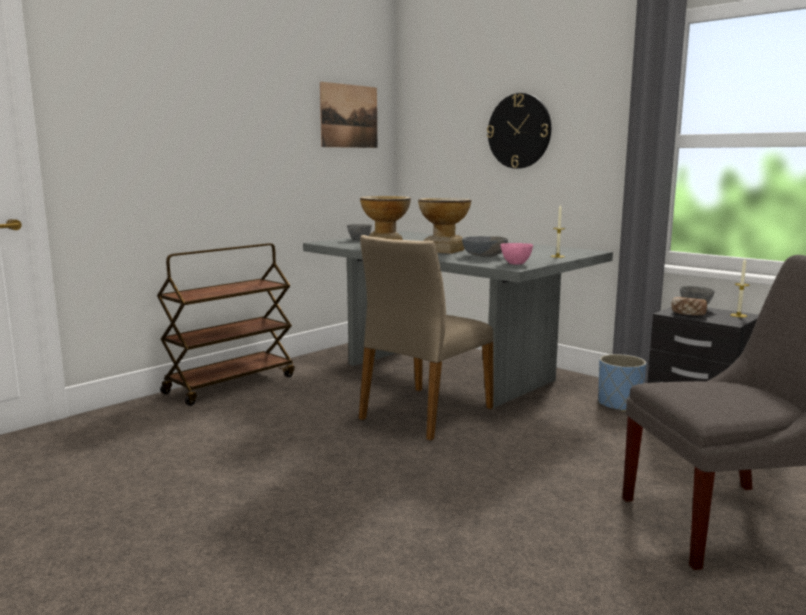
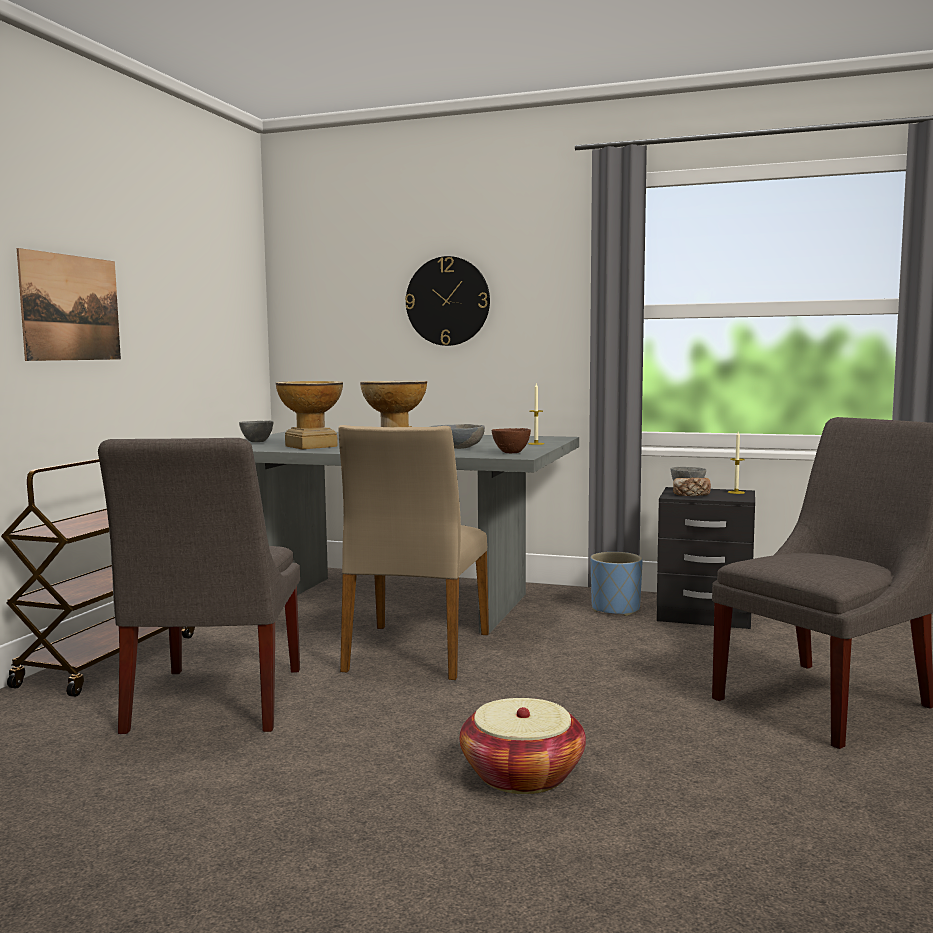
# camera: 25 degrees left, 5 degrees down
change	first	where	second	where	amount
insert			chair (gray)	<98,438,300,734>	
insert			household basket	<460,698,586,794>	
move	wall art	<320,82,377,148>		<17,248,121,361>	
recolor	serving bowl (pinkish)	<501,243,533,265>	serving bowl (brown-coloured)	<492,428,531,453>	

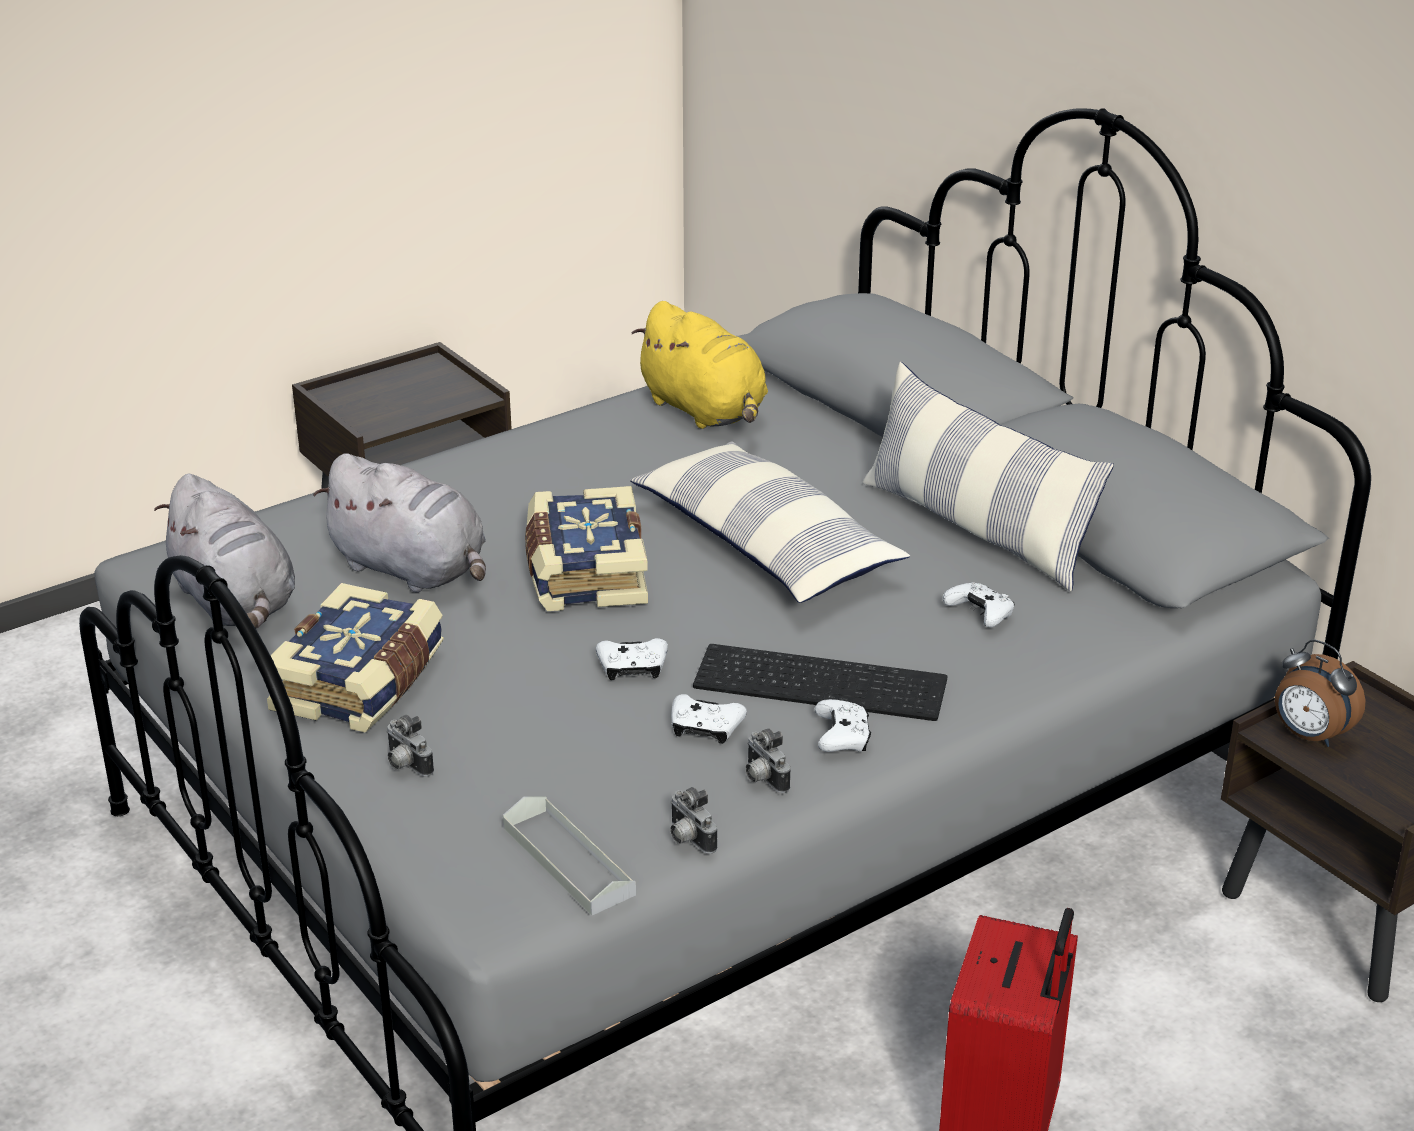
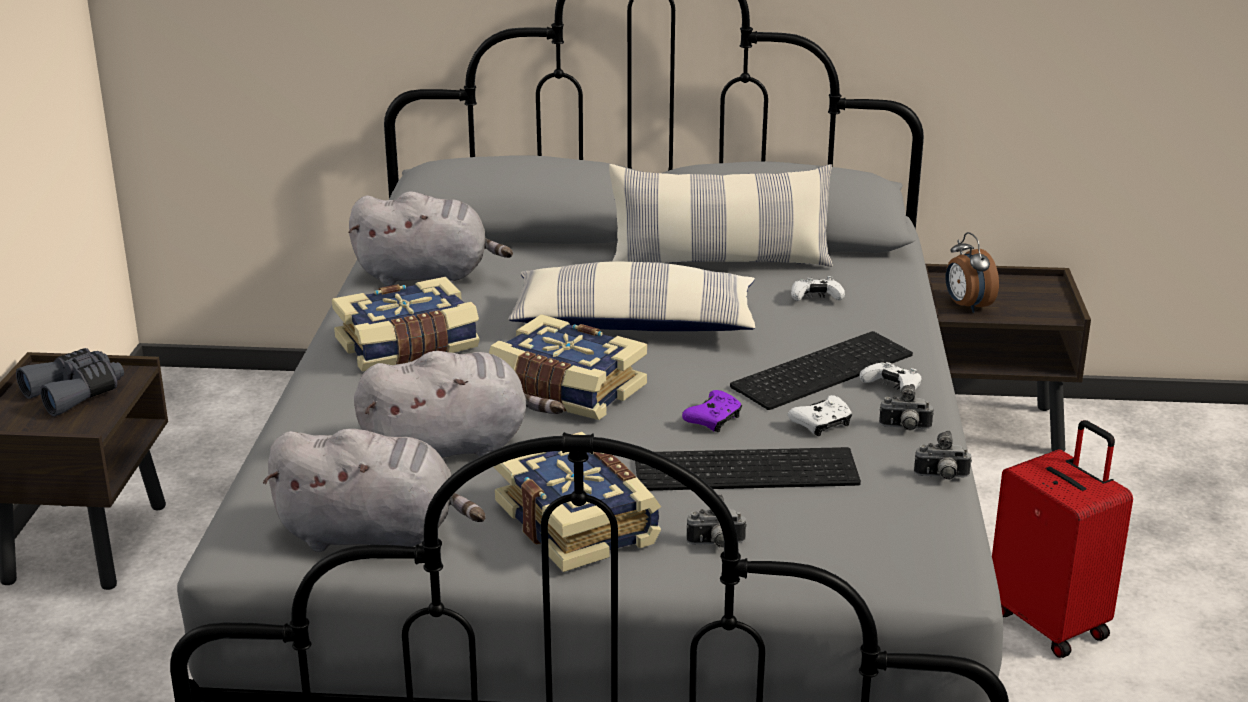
# camera: 50 degrees left, 5 degrees down
change	first	where	second	where	amount
delete	carrying tray (gray)	<503,796,636,915>			
insert			pair of binoculars (gray)	<16,348,124,416>	
insert			book	<332,277,480,371>	
insert			keyboard	<635,447,861,491>	
recolor	game controller (whitish)	<596,638,668,680>	game controller (purplish)	<682,390,742,432>	
recolor	plush toy (yellow-coloured)	<632,301,768,429>	plush toy (gray)	<348,191,513,286>	
rotate	bedside clock	<1275,640,1365,747>		<946,232,999,313>	75 degrees clockwise

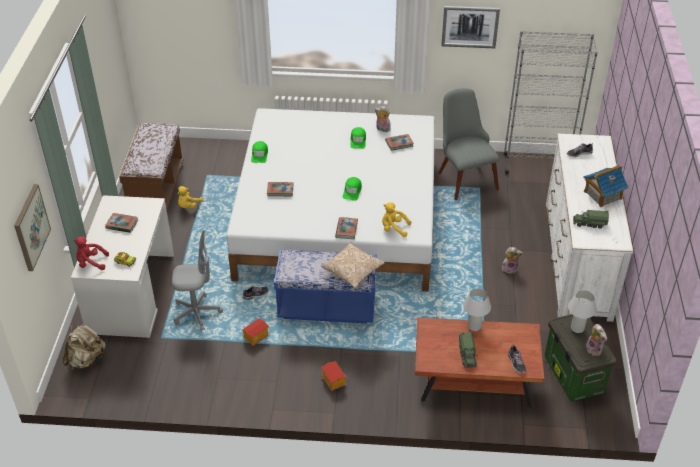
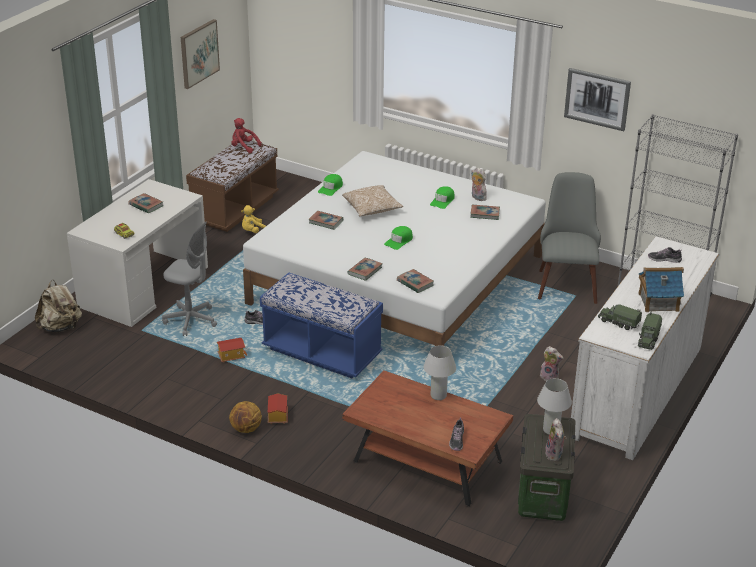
# camera: 25 degrees right, 10 degrees down
change	first	where	second	where	amount
insert			basketball	<229,401,262,433>	
move	wall art	<14,184,51,271>		<181,19,220,89>	
move	plush toy (reddish)	<74,236,109,270>		<231,118,262,153>	
move	throw pillow	<322,242,385,288>		<342,185,403,216>	
move	model truck	<459,332,477,368>		<638,312,662,350>	
replace	plush toy (yellow-coloured)	<382,202,411,237>	book	<397,269,434,293>	

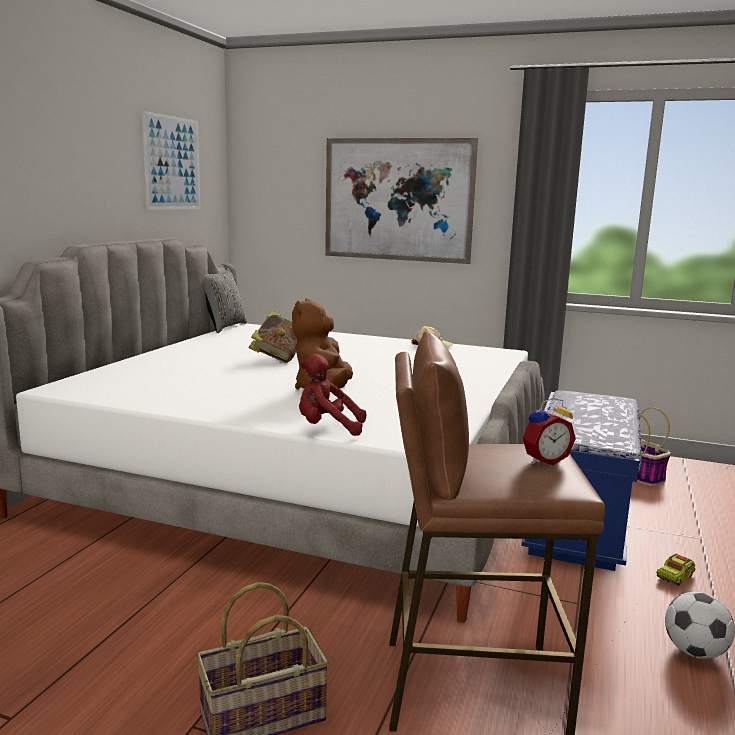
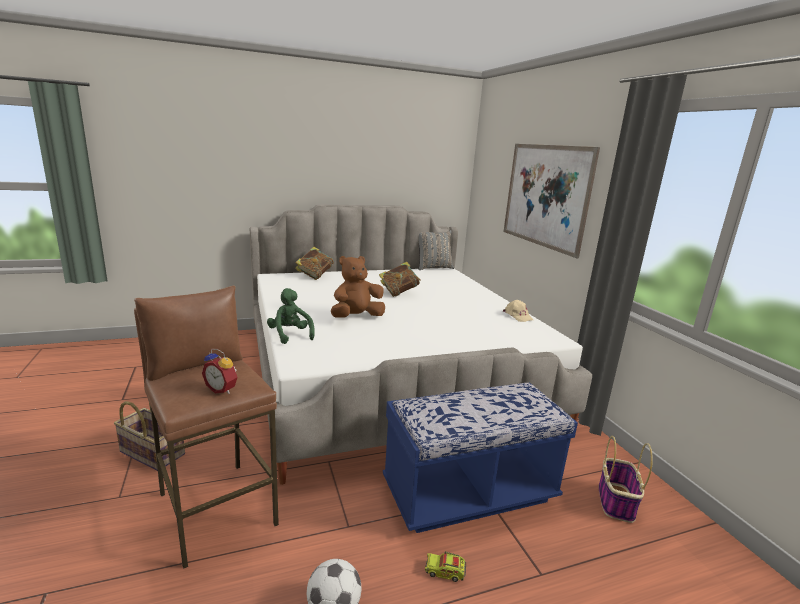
# camera: 50 degrees right, 5 degrees up
change	first	where	second	where	amount
delete	wall art	<142,111,201,210>			
insert			book	<295,247,334,280>	
recolor	plush toy (reddish)	<299,354,366,436>	plush toy (green-coloured)	<267,288,314,344>	

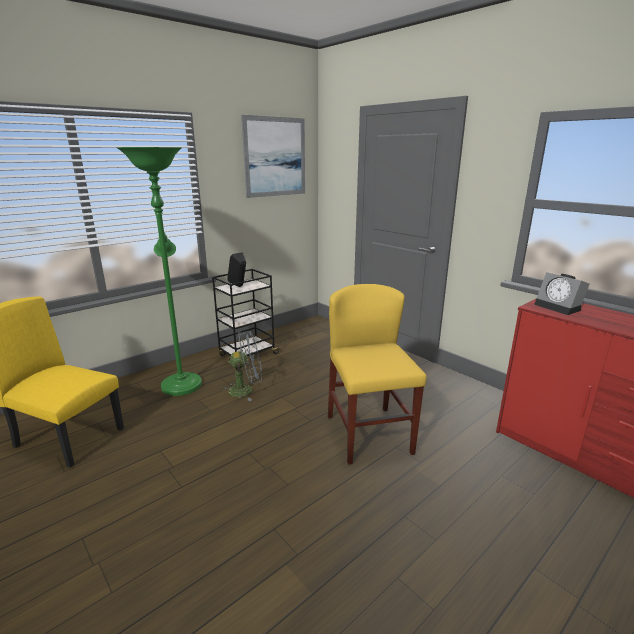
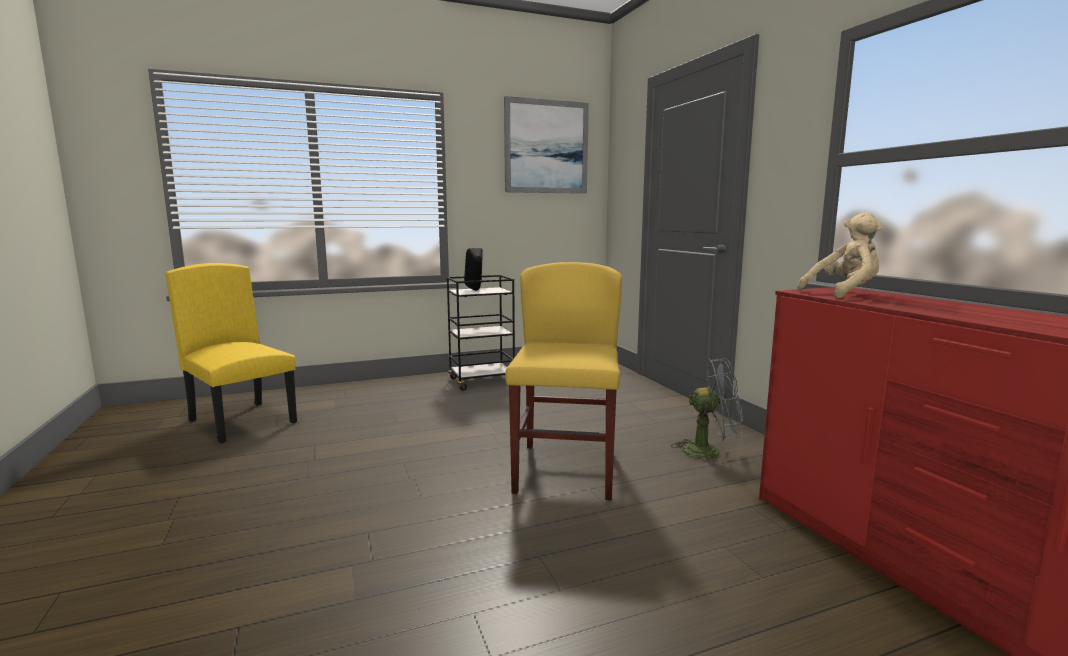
# camera: 20 degrees right, 10 degrees down
change	first	where	second	where	amount
delete	floor lamp (green-coloured)	<116,147,202,396>			
move	cooling fan (gray)	<222,331,262,401>		<671,358,743,466>	
replace	bedside clock	<534,272,590,315>	plush toy (sand-coloured)	<797,212,882,298>	

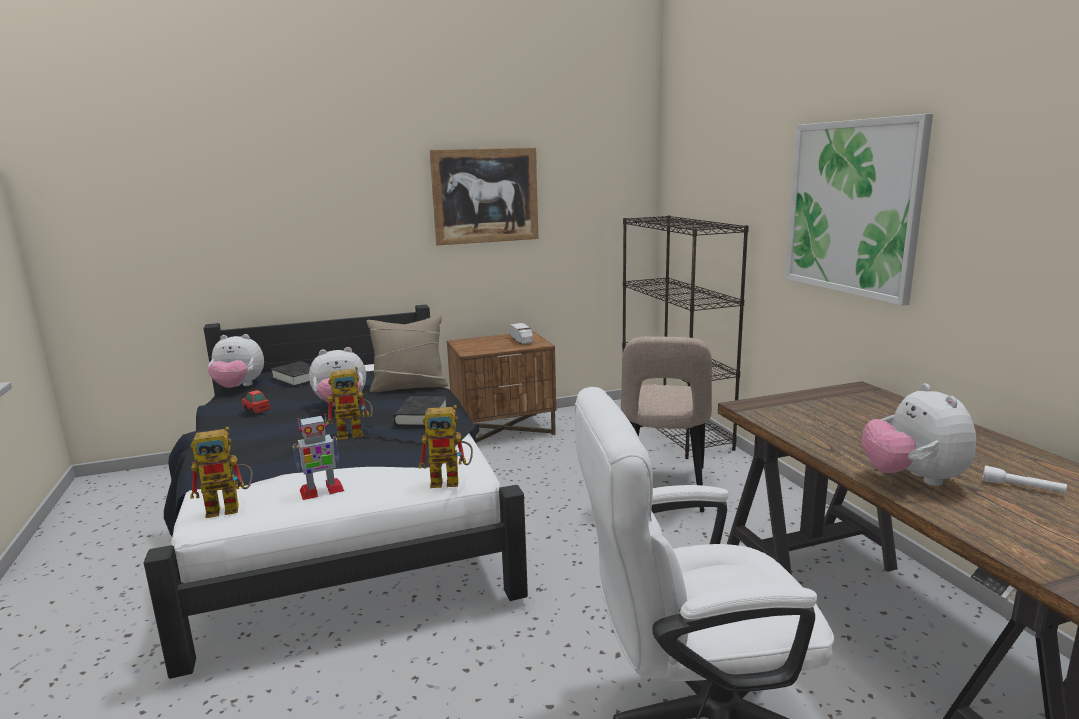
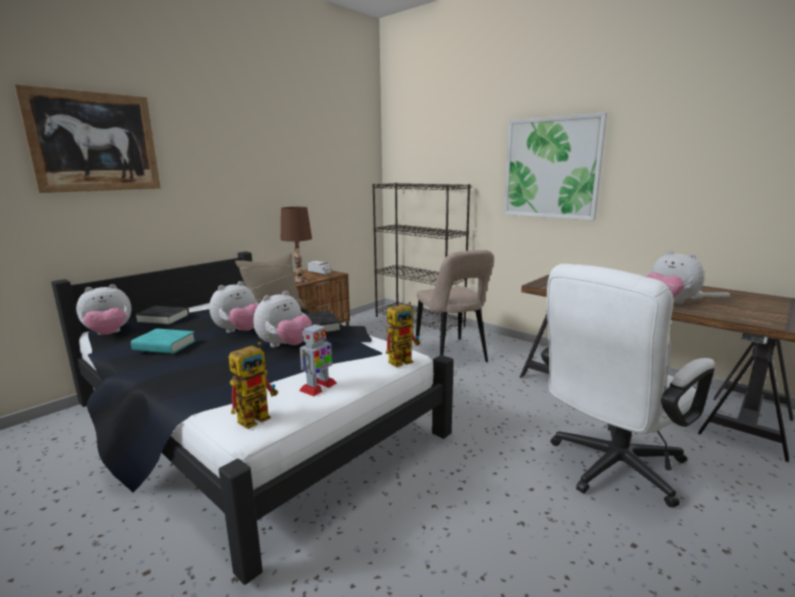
# camera: 30 degrees left, 0 degrees up
change	first	where	second	where	amount
insert			lamp for a table (brown-coloured)	<281,207,312,283>	
move	wall art	<430,148,538,245>		<14,84,161,193>	
replace	toy car	<242,390,270,414>	book (turquoise-coloured)	<131,328,196,354>	
replace	robot figure	<327,367,373,440>	plush toy	<253,291,312,347>	

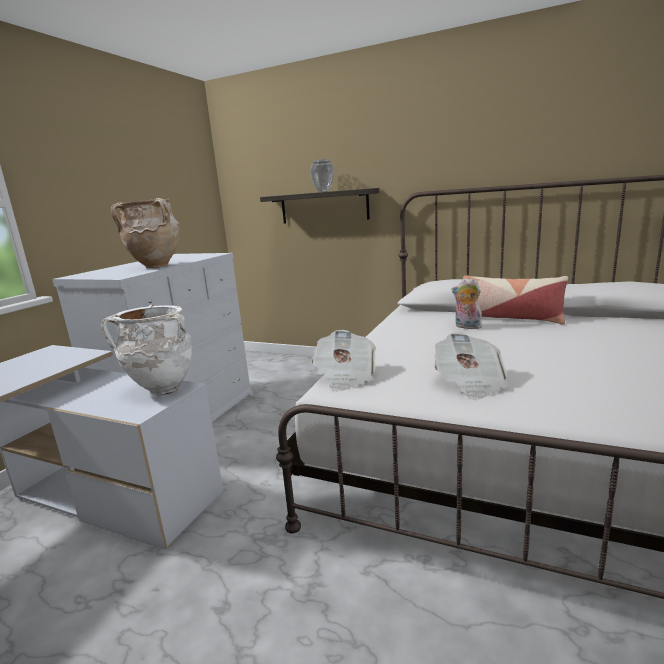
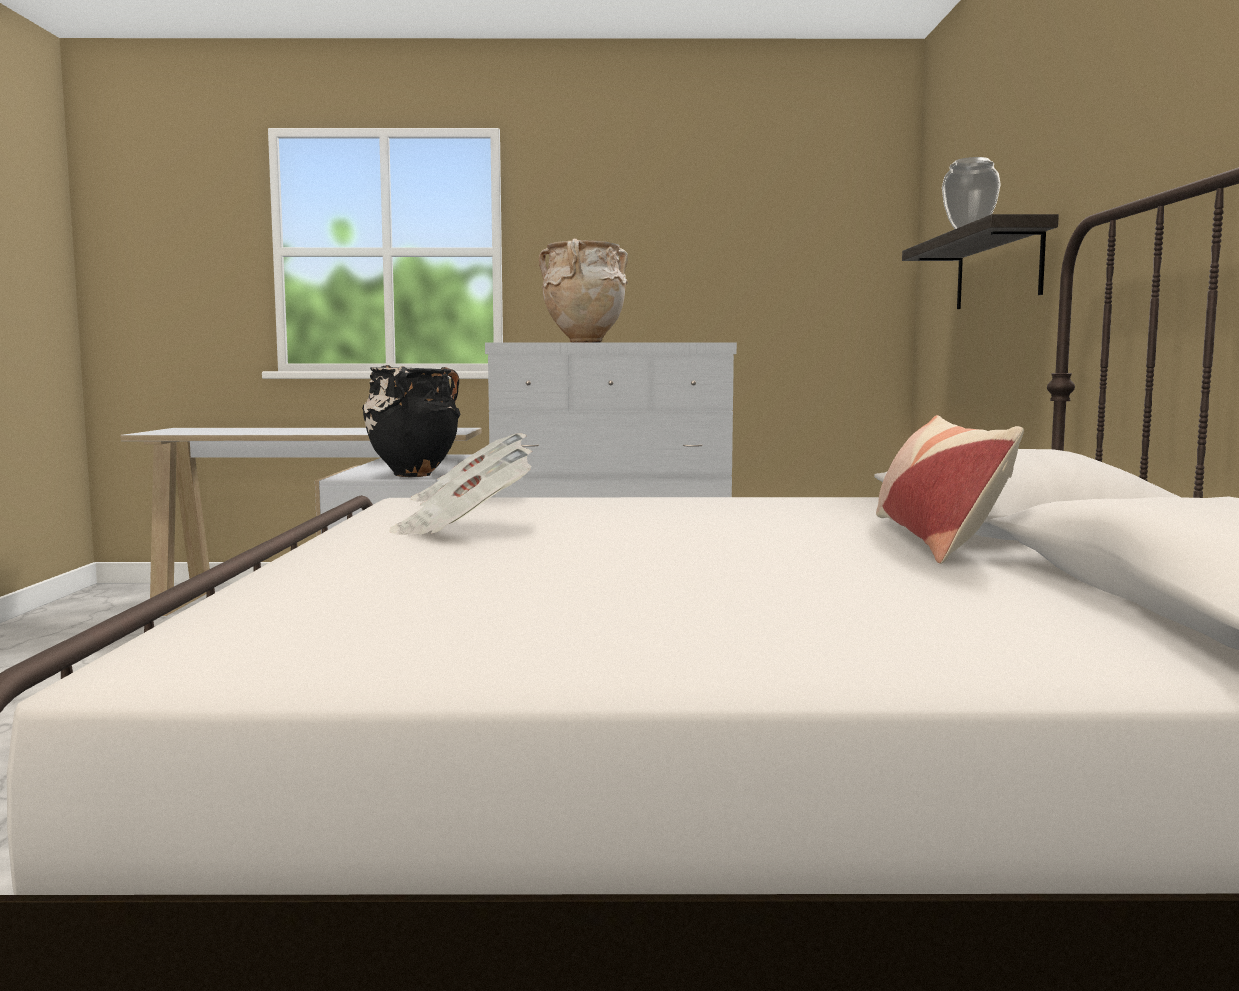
# camera: 65 degrees right, 10 degrees down
change	first	where	second	where	amount
delete	plush toy	<451,278,482,329>			
recolor	decorative vase (whitish)	<101,305,192,395>	decorative vase (black-coloured)	<362,365,460,477>	

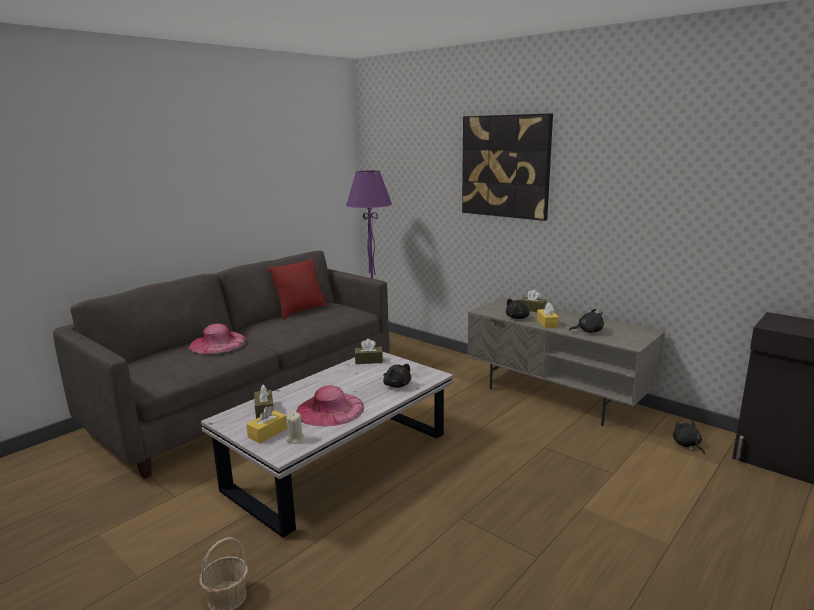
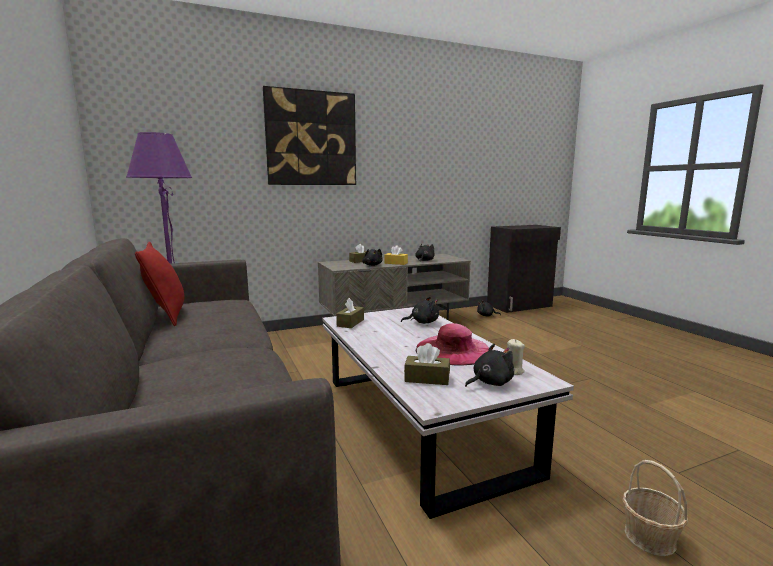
# camera: 65 degrees left, 5 degrees down
change	first	where	second	where	amount
delete	clothing hat (pinkish)	<189,323,247,354>			
replace	tissue box (yellow-coloured)	<246,406,287,443>	plush toy (black-coloured)	<465,344,514,387>	

